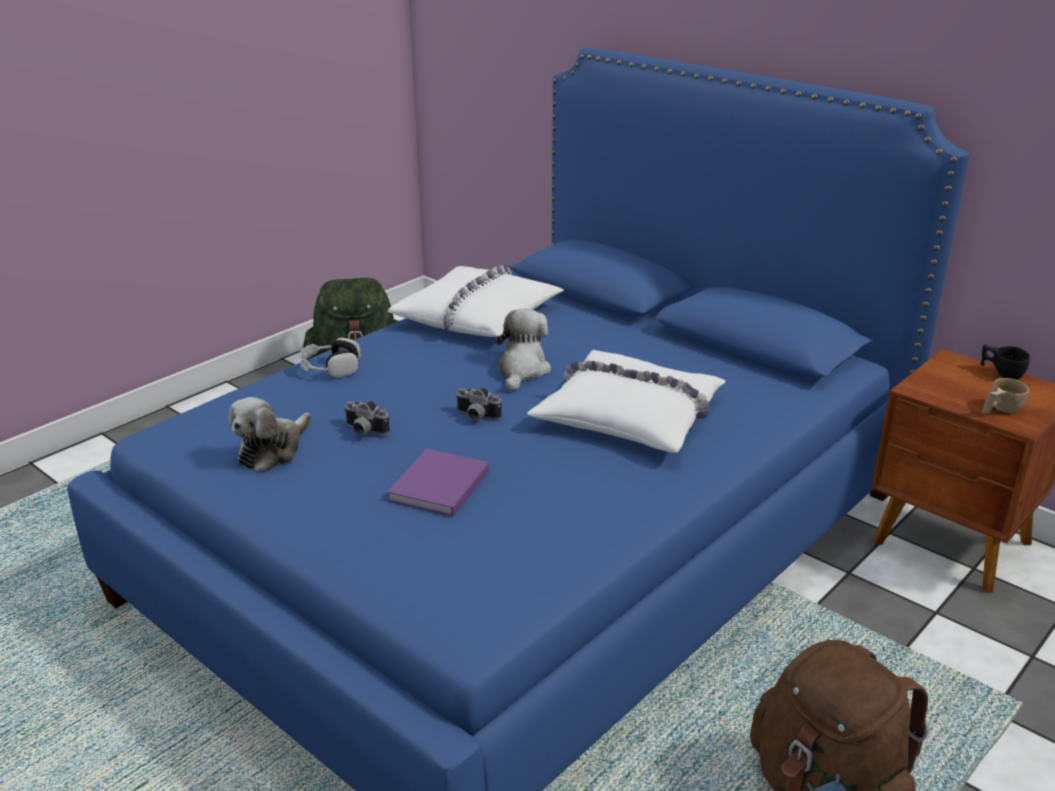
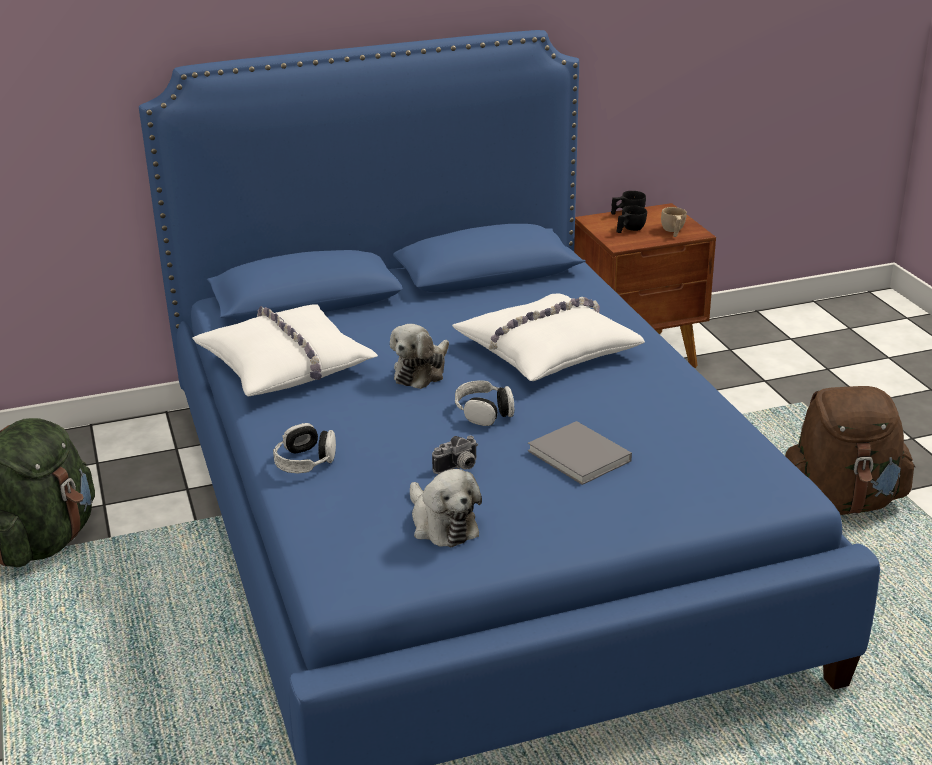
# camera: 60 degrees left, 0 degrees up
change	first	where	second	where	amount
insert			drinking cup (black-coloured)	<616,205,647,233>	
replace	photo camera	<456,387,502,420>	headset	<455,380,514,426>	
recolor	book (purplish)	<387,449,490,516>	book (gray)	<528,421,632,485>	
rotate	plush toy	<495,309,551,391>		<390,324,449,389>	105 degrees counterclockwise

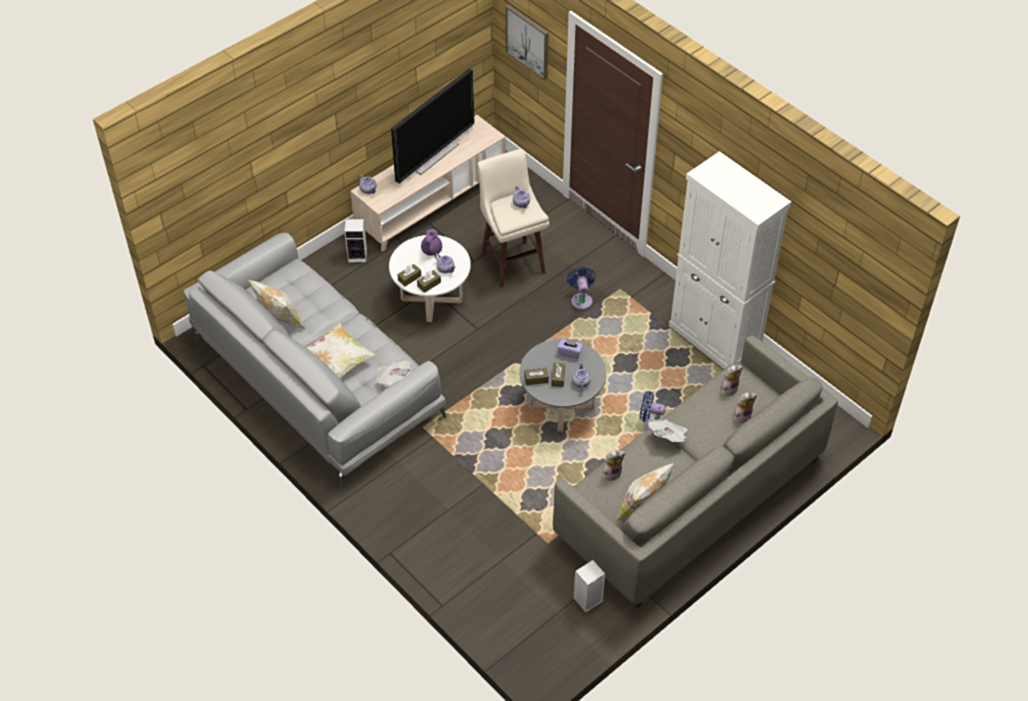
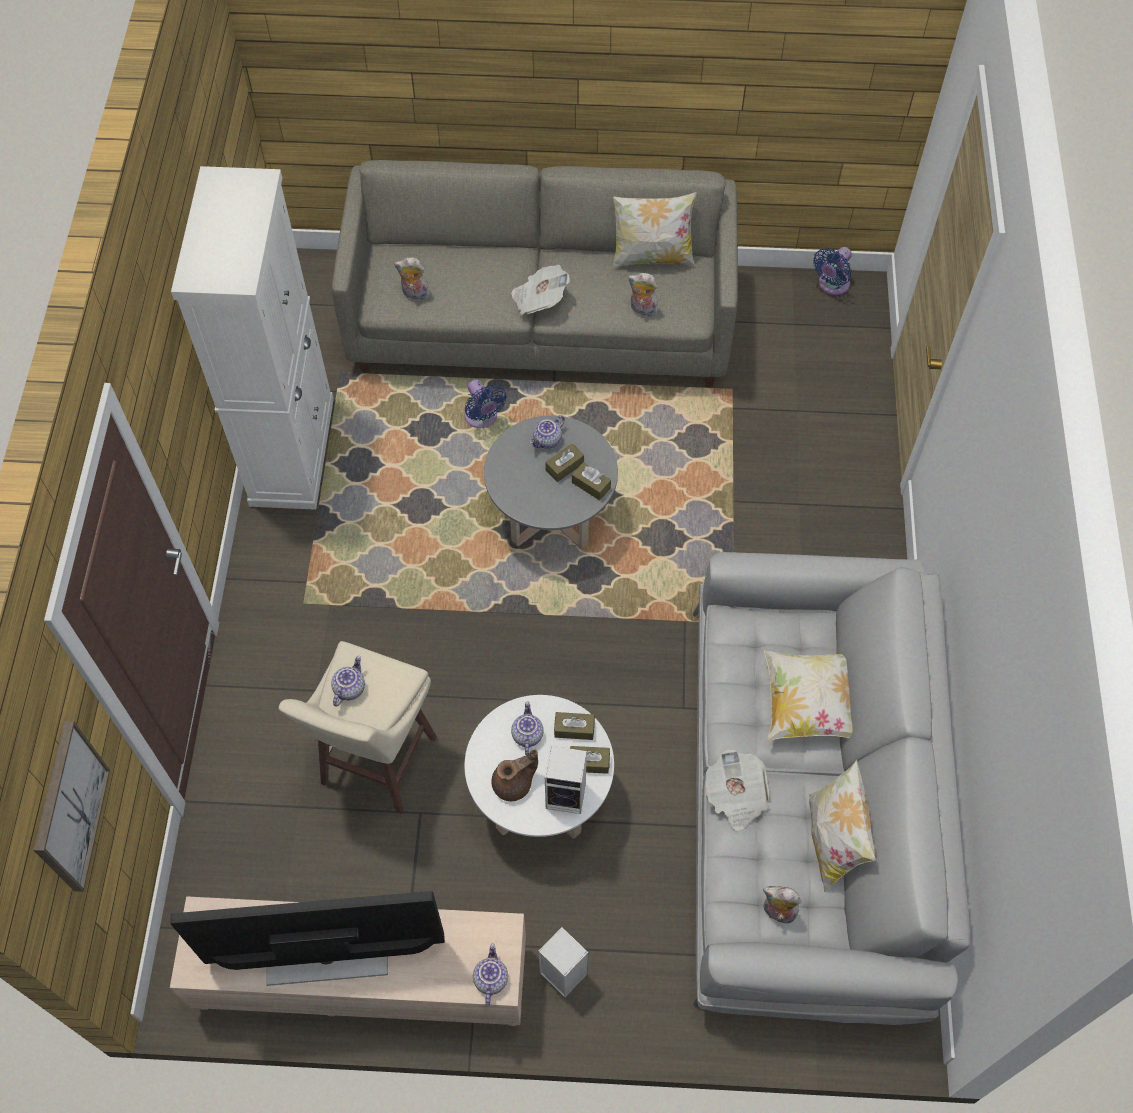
# camera: 135 degrees left, 10 degrees up
change	first	where	second	where	amount
delete	tissue box (purplish)	<557,338,583,359>			
move	newspaper	<374,360,411,386>		<706,749,770,831>	
move	cooling fan (blue)	<567,267,596,310>		<813,247,852,295>	
move	loudspeaker	<574,560,605,612>		<545,746,587,814>	
move	plush toy	<733,392,757,423>		<763,886,801,923>	
recolor	pot for tea (purplish)	<421,229,442,256>	pot for tea (brown-coloured)	<491,749,538,801>	

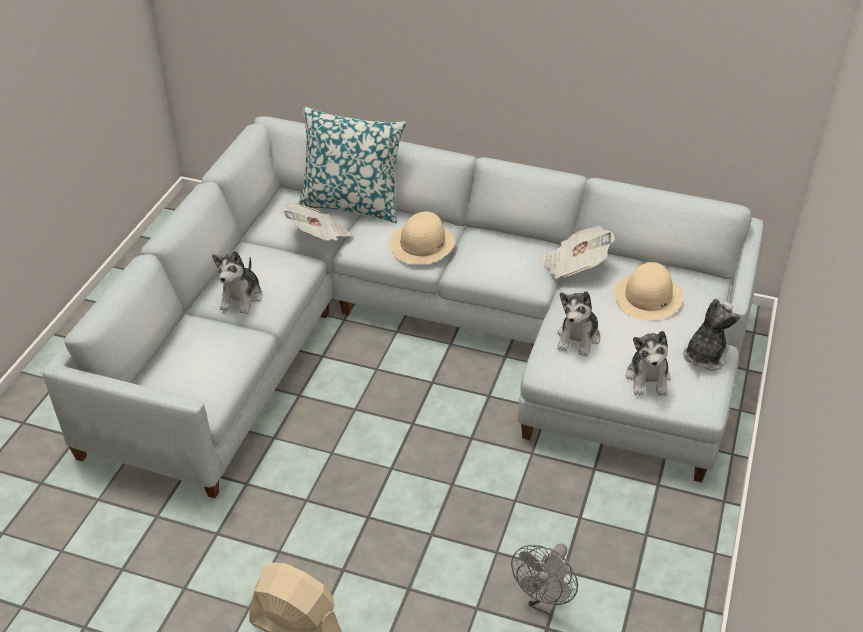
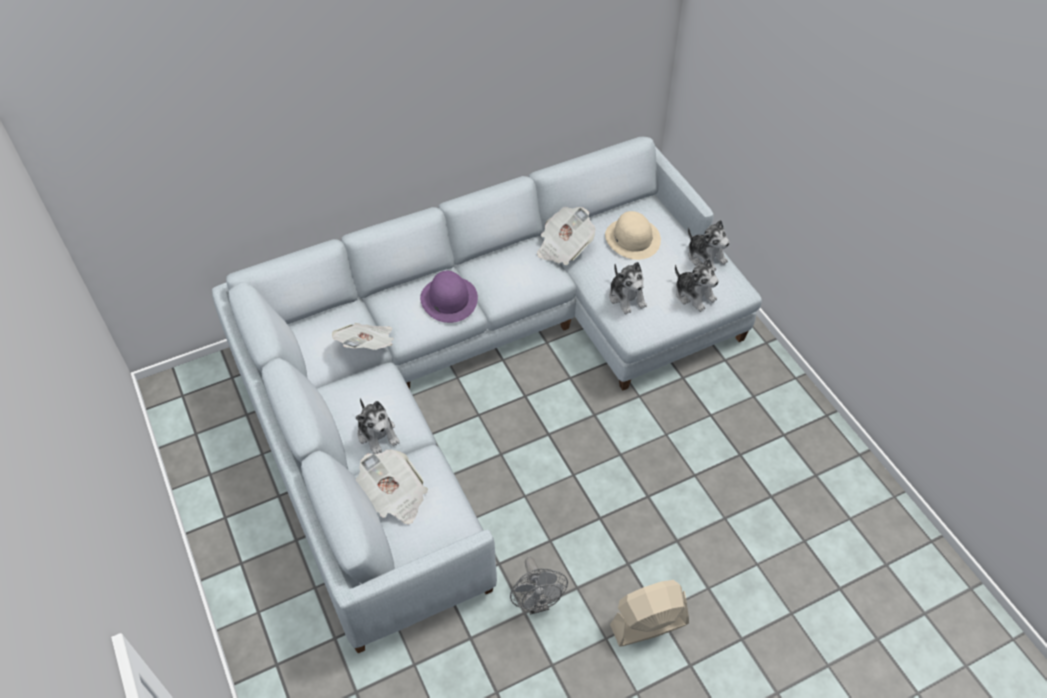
# camera: 45 degrees left, 10 degrees up
change	first	where	second	where	amount
delete	throw pillow	<298,107,406,223>			
insert			newspaper	<356,450,428,524>	
move	cooling fan (gray)	<511,543,578,615>		<510,557,568,615>	
recolor	clothing hat (sand-coloured)	<390,211,455,265>	clothing hat (purplish)	<420,271,478,323>	
rotate	plush toy	<683,298,740,371>		<688,220,730,271>	150 degrees clockwise

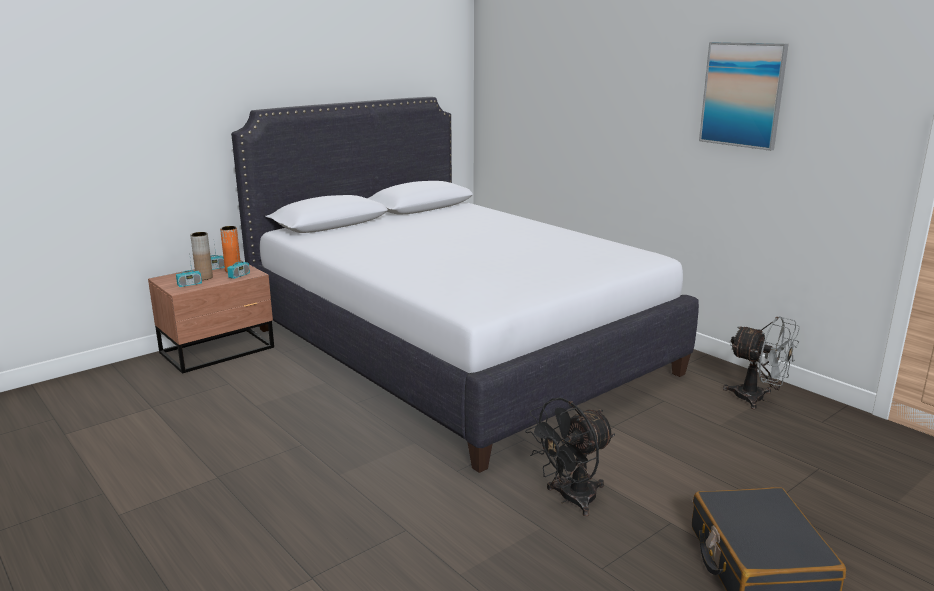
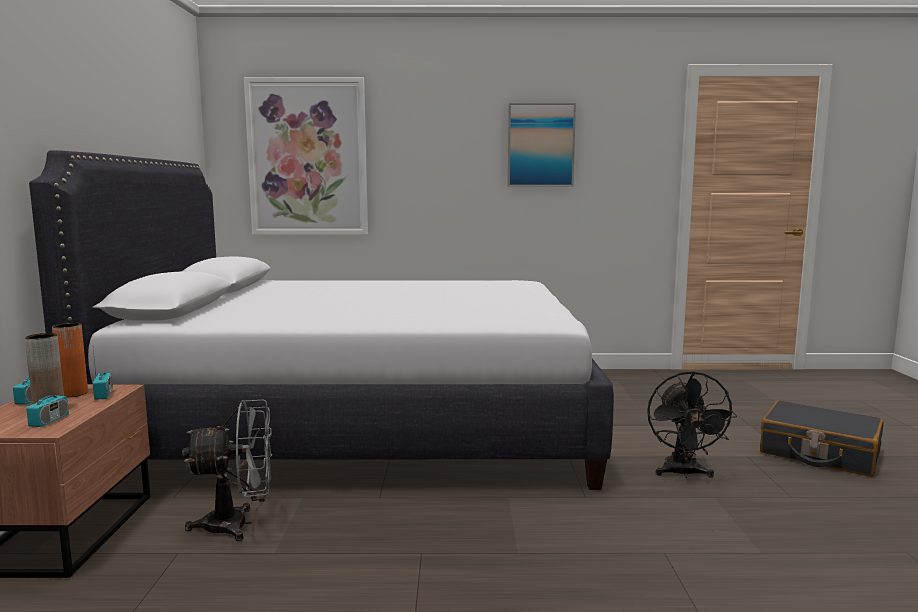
# camera: 50 degrees left, 10 degrees down
change	first	where	second	where	amount
insert			wall art	<244,77,368,235>	
move	cooling fan (gray)	<723,316,800,409>		<182,400,272,541>	

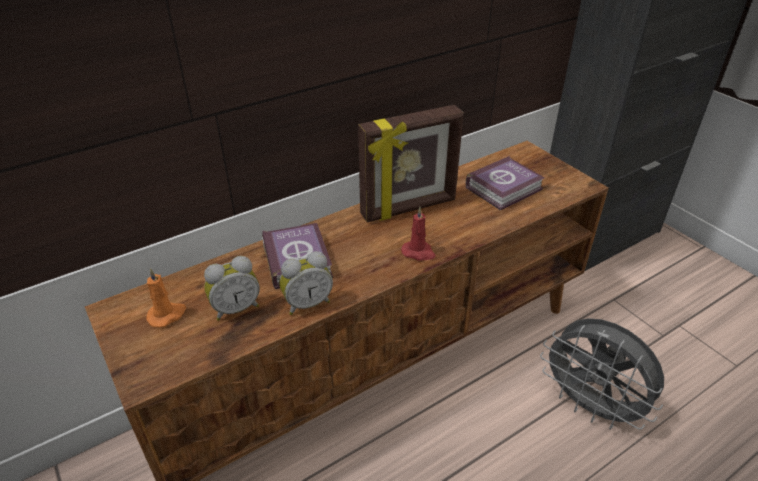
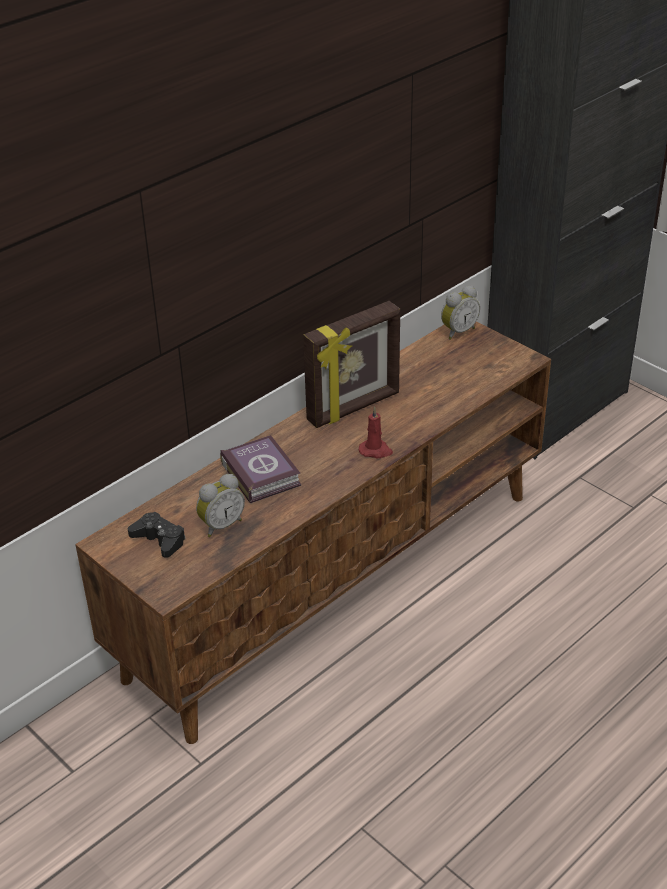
# camera: 10 degrees left, 0 degrees up
change	first	where	second	where	amount
delete	book	<466,156,545,210>			
delete	cooling fan (gray)	<540,318,664,430>			
move	bedside clock	<279,251,333,315>		<441,286,480,340>	
replace	wax candle (orange)	<146,268,186,328>	game controller (black-coloured)	<128,512,186,558>	

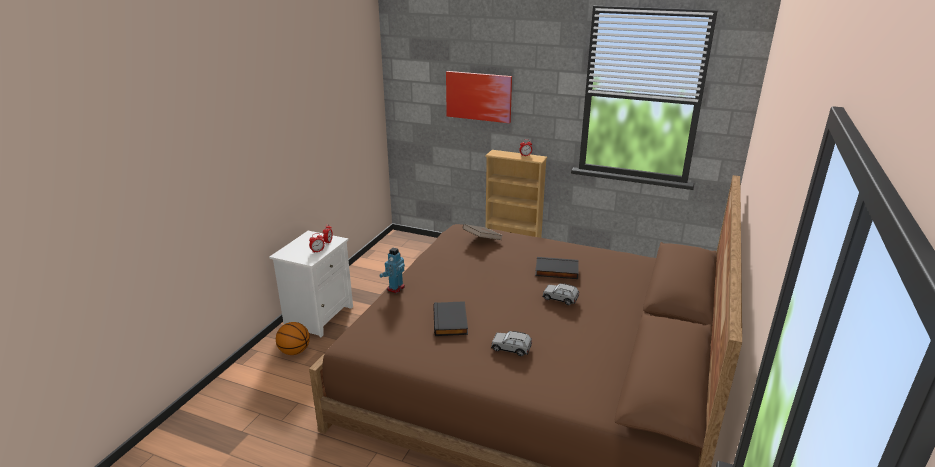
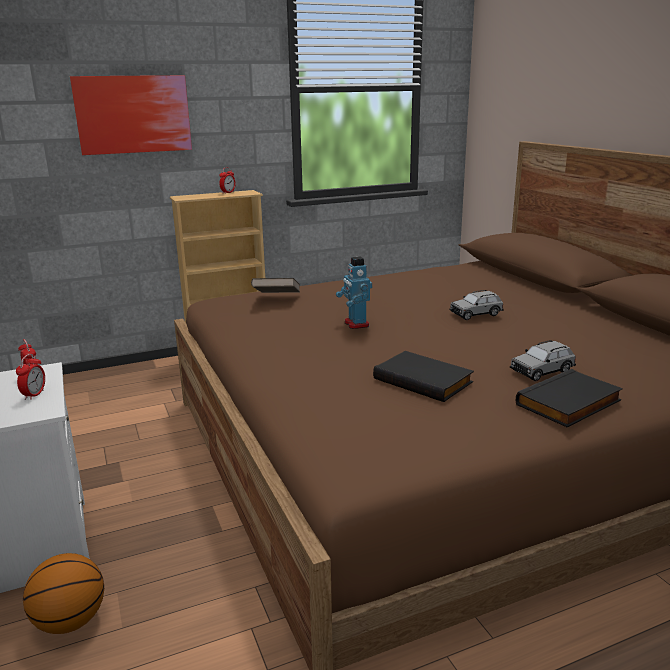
# camera: 45 degrees left, 5 degrees down
change	first	where	second	where	amount
move	robot figure	<379,247,405,293>		<336,256,372,329>	
move	book (black-coloured)	<535,257,579,279>		<516,369,623,427>	

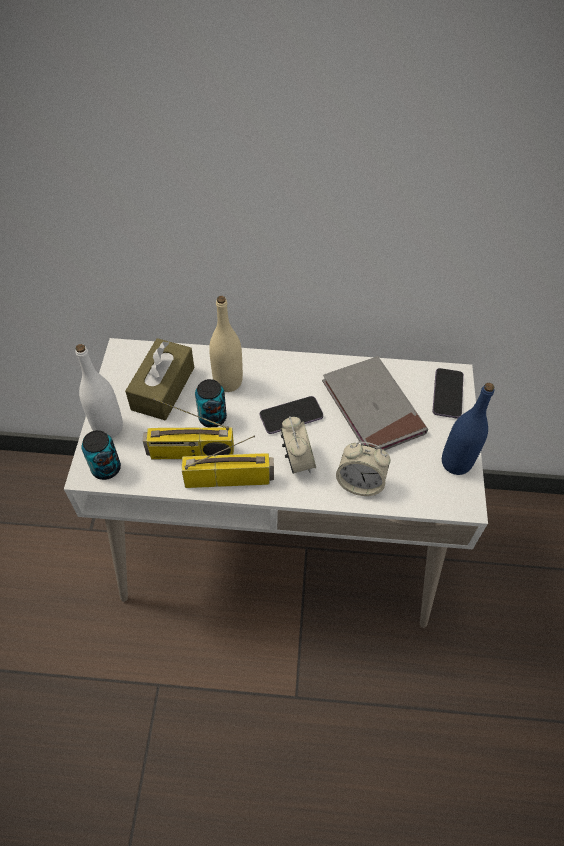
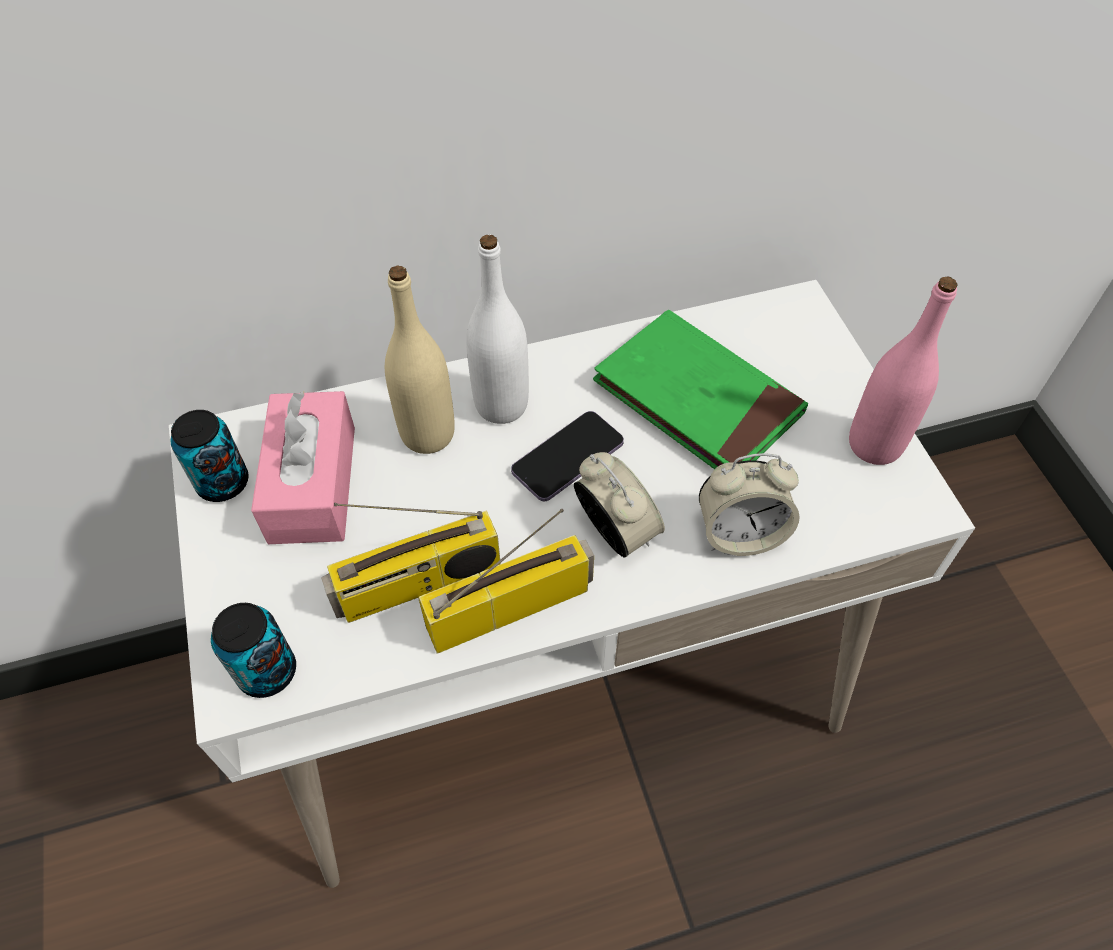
# camera: 20 degrees left, 0 degrees up
change	first	where	second	where	amount
delete	phone	<433,368,464,418>			
move	drink bottle (whitish)	<75,344,123,438>		<466,234,529,424>	
move	can	<195,379,227,427>		<170,410,249,502>	
recolor	tissue box (brown-coloured)	<125,338,194,420>	tissue box (pinkish)	<251,391,355,544>	
recolor	book (gray)	<322,356,428,450>	book (green-coloured)	<593,310,808,469>	
recolor	drink bottle (blue)	<442,383,494,475>	drink bottle (pinkish)	<849,277,958,465>	

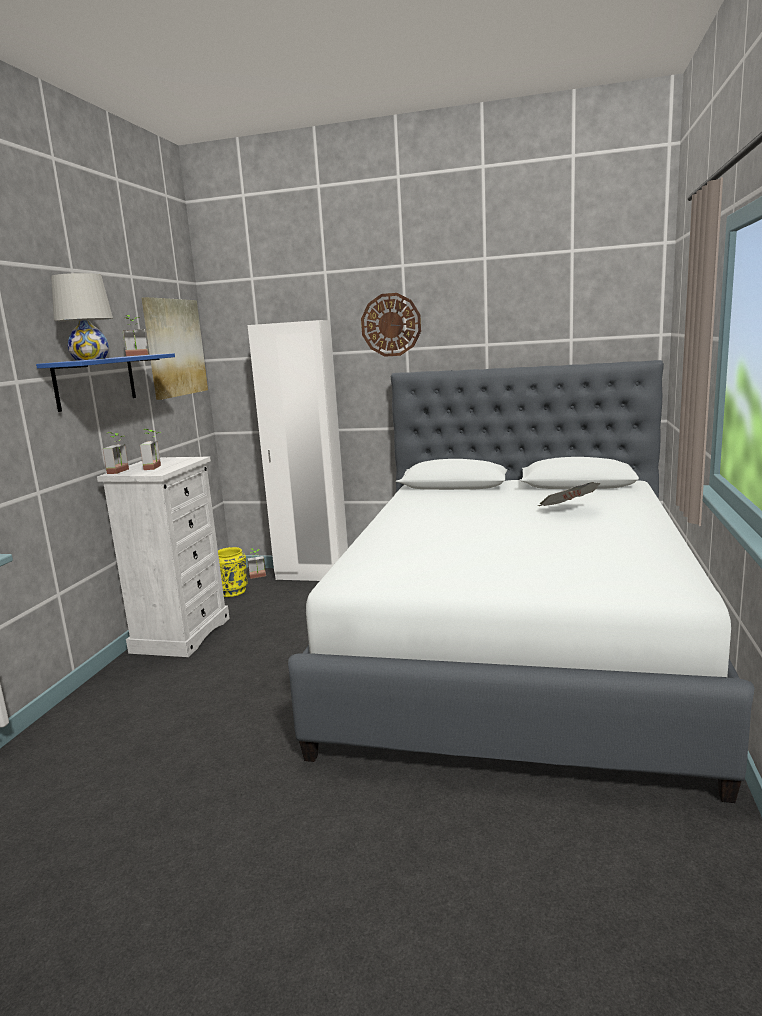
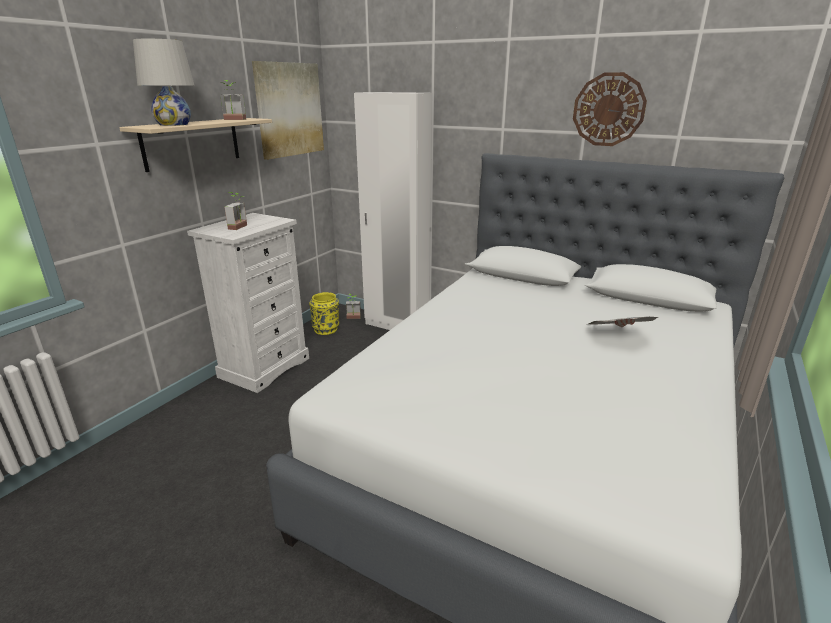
# camera: 15 degrees right, 10 degrees up
change	first	where	second	where	amount
delete	plant in a pot	<103,432,129,474>			
move	hanging clock	<361,293,421,357>		<573,72,647,146>	
recolor	bracket shelf (blue)	<36,353,175,412>	bracket shelf (sand-coloured)	<119,118,272,172>	

